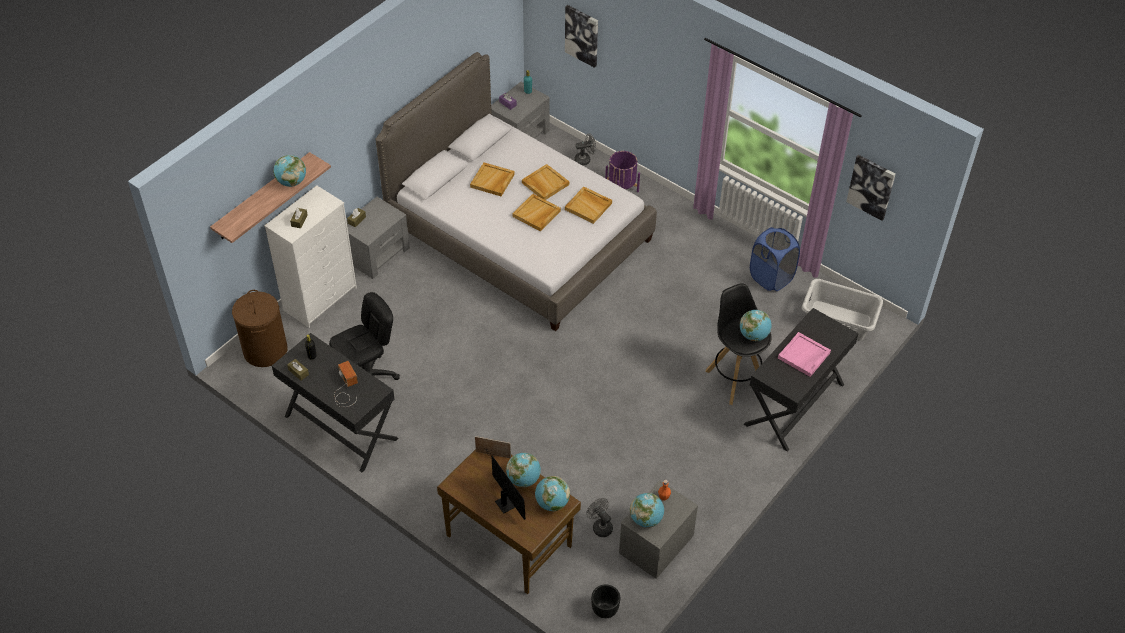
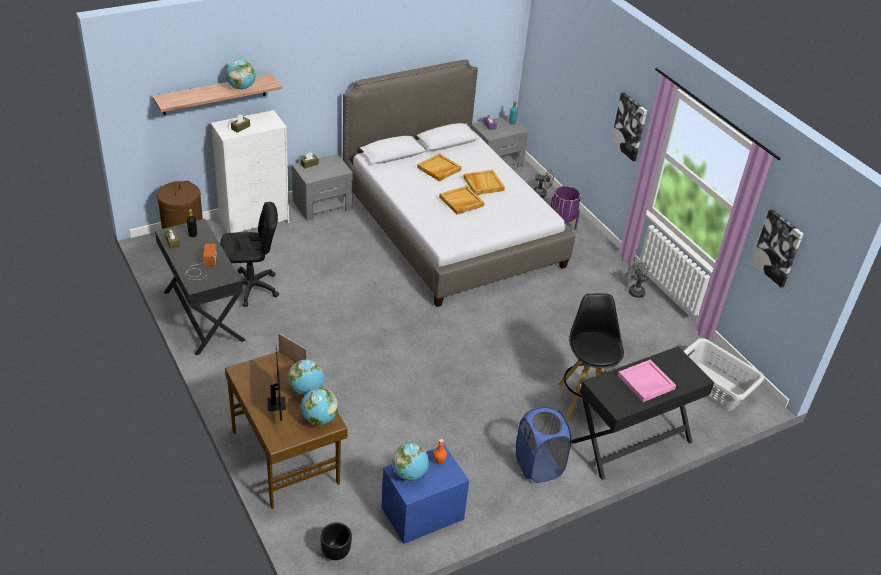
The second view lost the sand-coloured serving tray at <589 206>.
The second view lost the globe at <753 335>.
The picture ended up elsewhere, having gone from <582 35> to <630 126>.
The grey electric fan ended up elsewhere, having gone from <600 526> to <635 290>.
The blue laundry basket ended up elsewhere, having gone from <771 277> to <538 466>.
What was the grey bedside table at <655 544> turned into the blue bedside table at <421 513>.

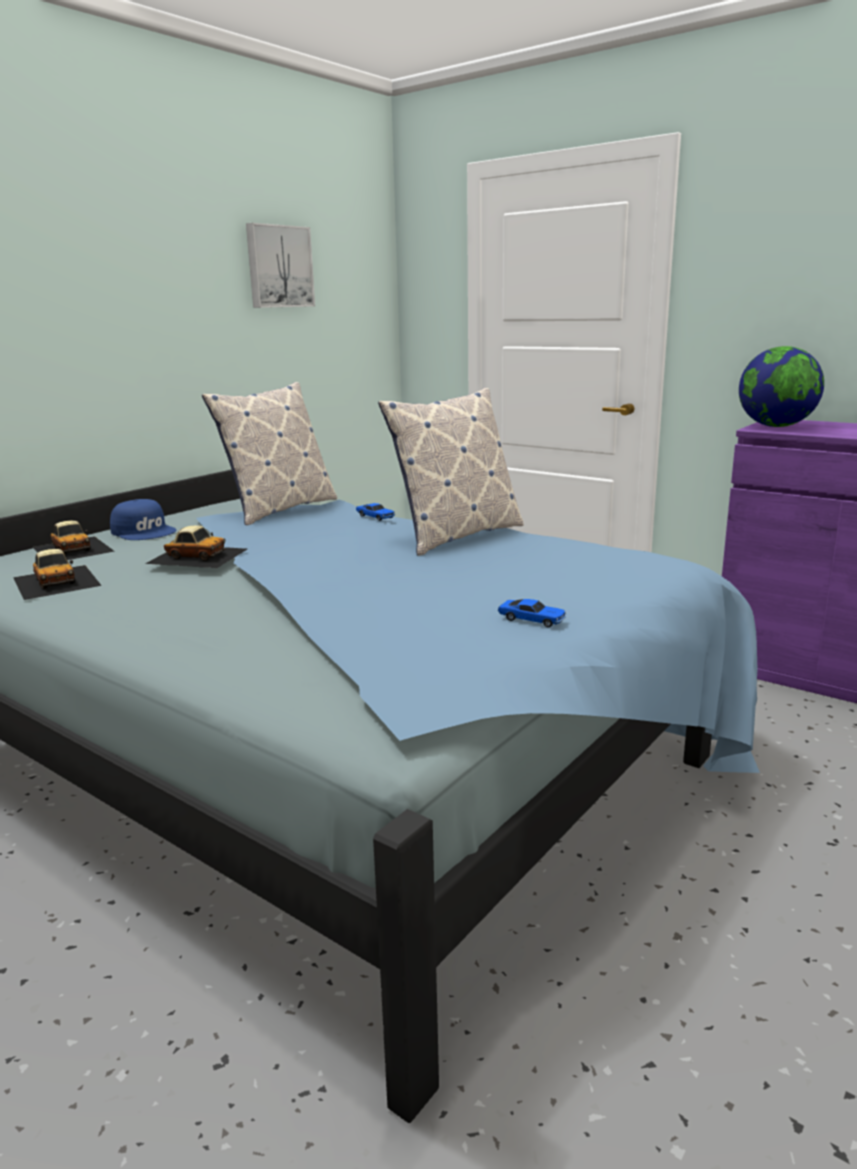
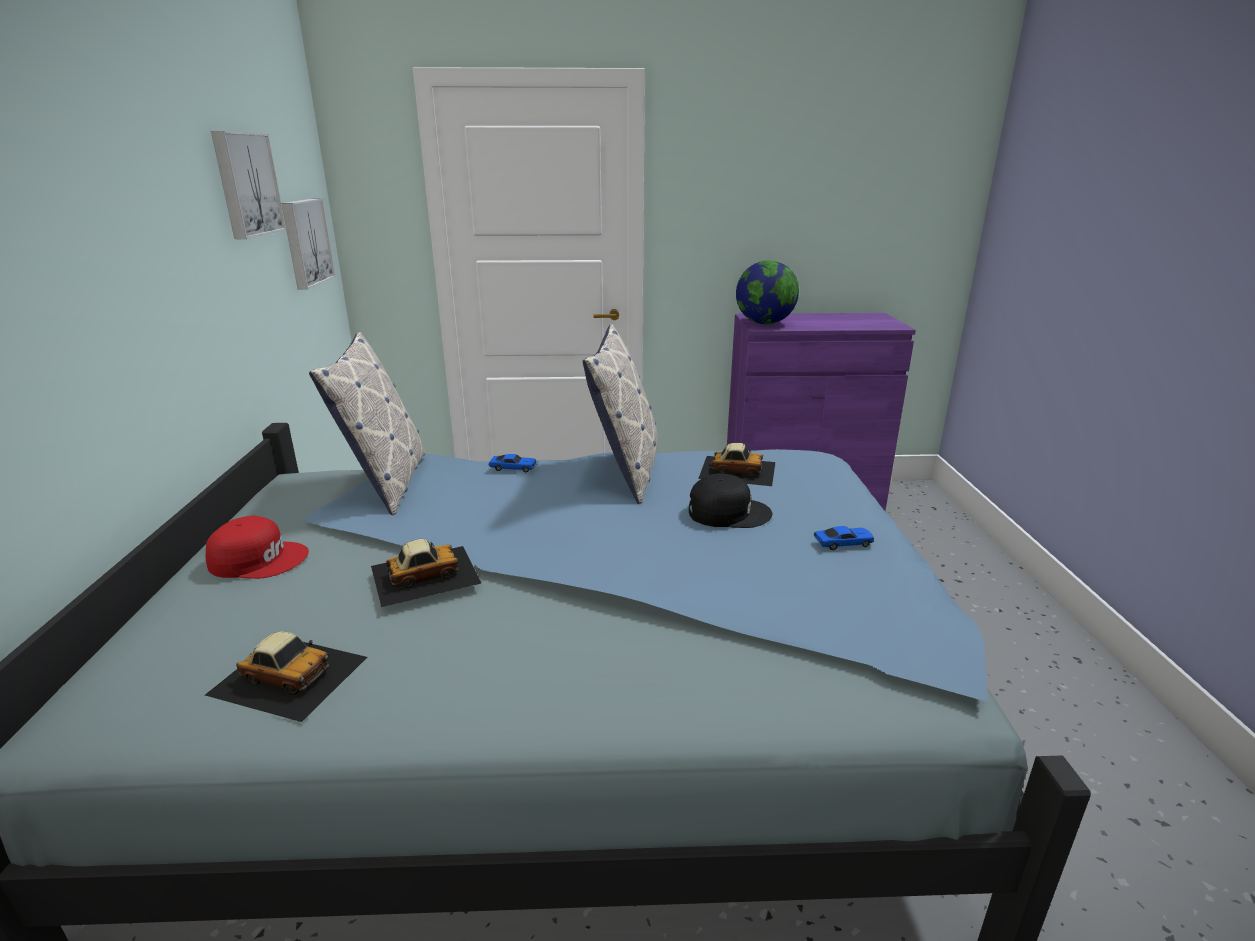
The second view gained the picture at <305 242>.
The second view gained the blackish cap at <728 512>.
The model car ended up elsewhere, having gone from <73 549> to <737 470>.
What was the blue cap at <144 531> turned into the red-coloured cap at <259 559>.

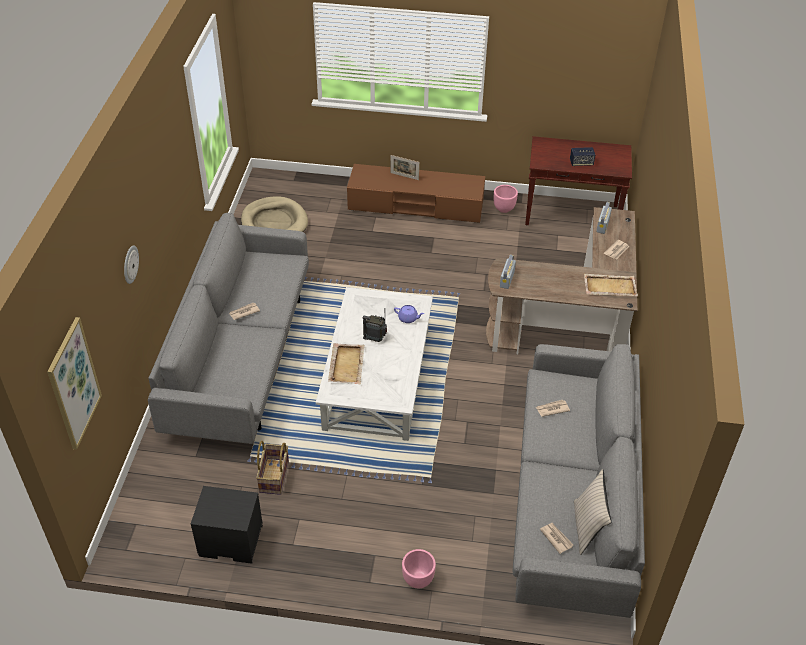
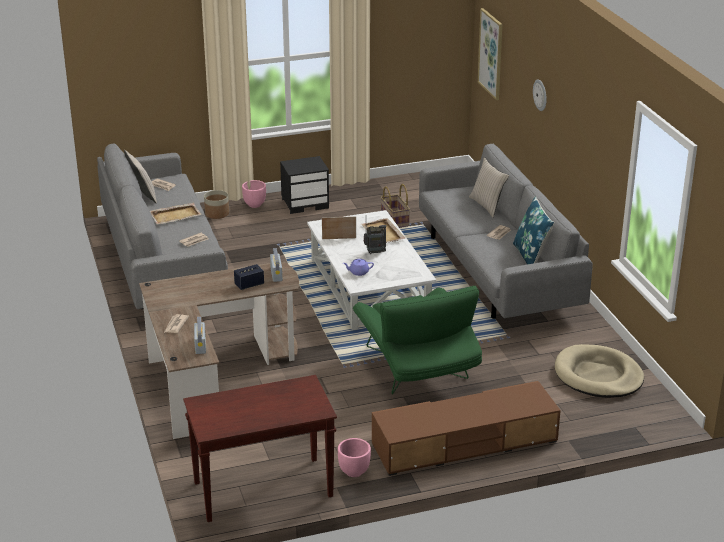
The second view gained the plant pot at <217 214>.
The second view gained the green easy chair at <417 368>.
The second view gained the sand-coloured throw pillow at <487 206>.
The second view gained the blue throw pillow at <531 256>.
The blackish bedside table ended up elsewhere, having gone from <230 542> to <305 203>.
The picture frame ended up elsewhere, having gone from <404 176> to <339 238>.
The audio speaker ended up elsewhere, having gone from <581 163> to <249 285>.
The sand-coloured serving tray ended up elsewhere, having gone from <609 286> to <176 215>.

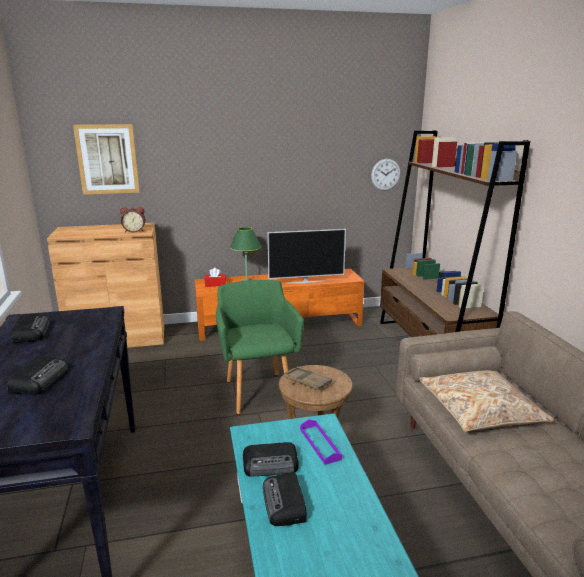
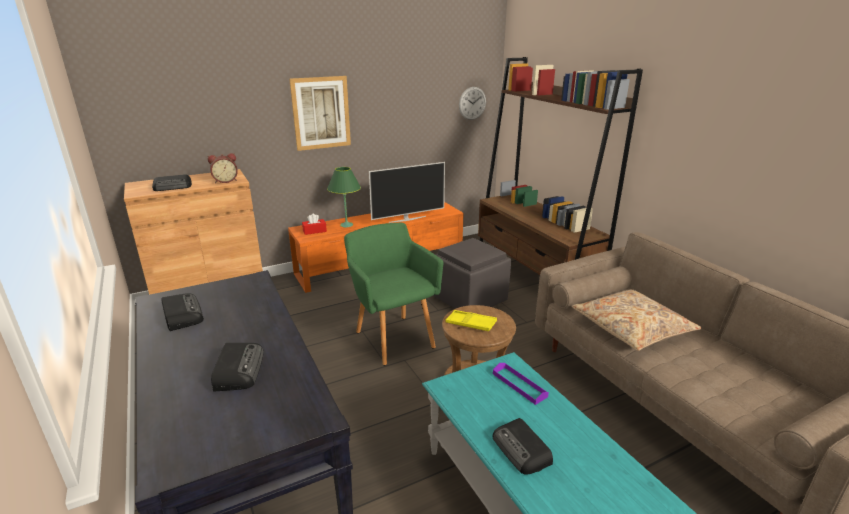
The second view gained the grey footrest at <469 299>.
The picture ended up elsewhere, having gone from <107 159> to <321 113>.
The radio receiver ended up elsewhere, having gone from <271 464> to <173 187>.
What was the brown-coloured serving tray at <307 381> turned into the yellow serving tray at <470 324>.

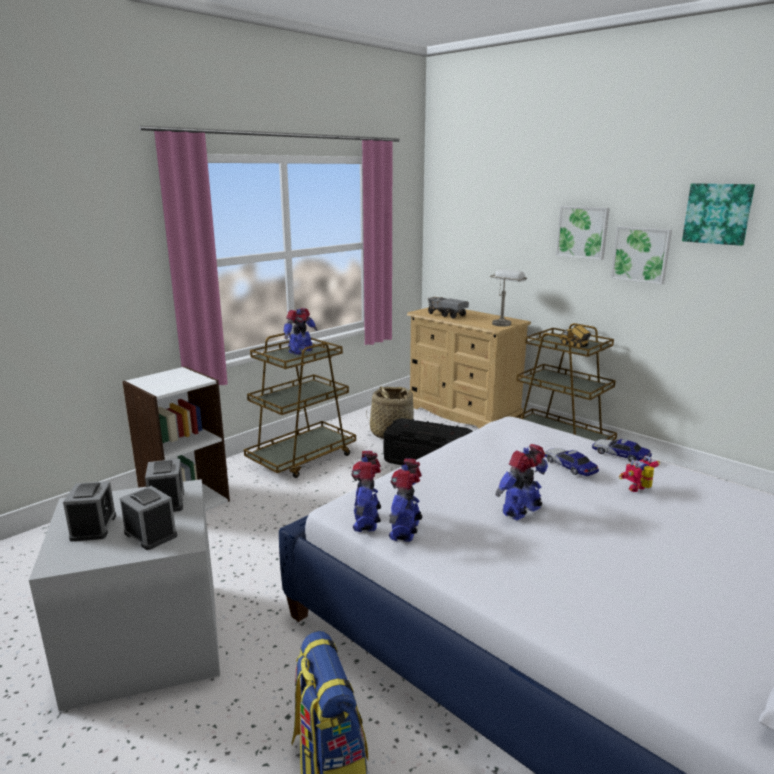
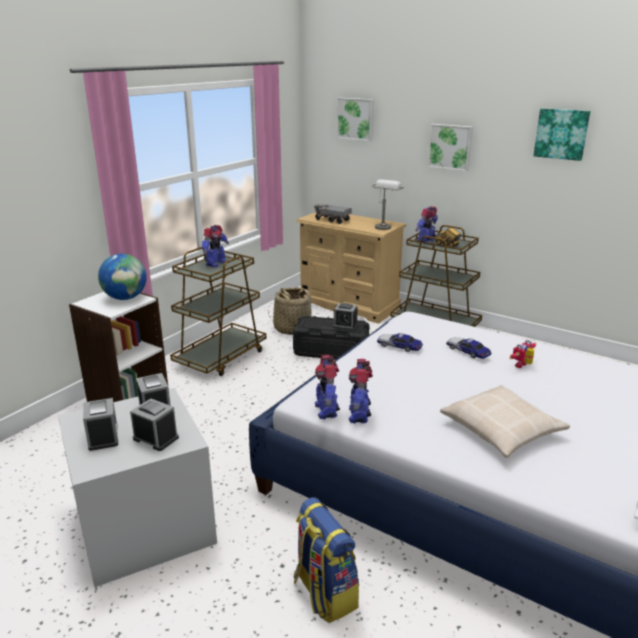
The second view gained the globe at <125 298>.
The second view gained the table clock at <345 325>.
The second view gained the sand-coloured throw pillow at <501 430>.
The toy robot ended up elsewhere, having gone from <522 511> to <426 241>.
The model car ended up elsewhere, having gone from <620 455> to <399 346>.
The picture ended up elsewhere, having gone from <641 254> to <356 119>.

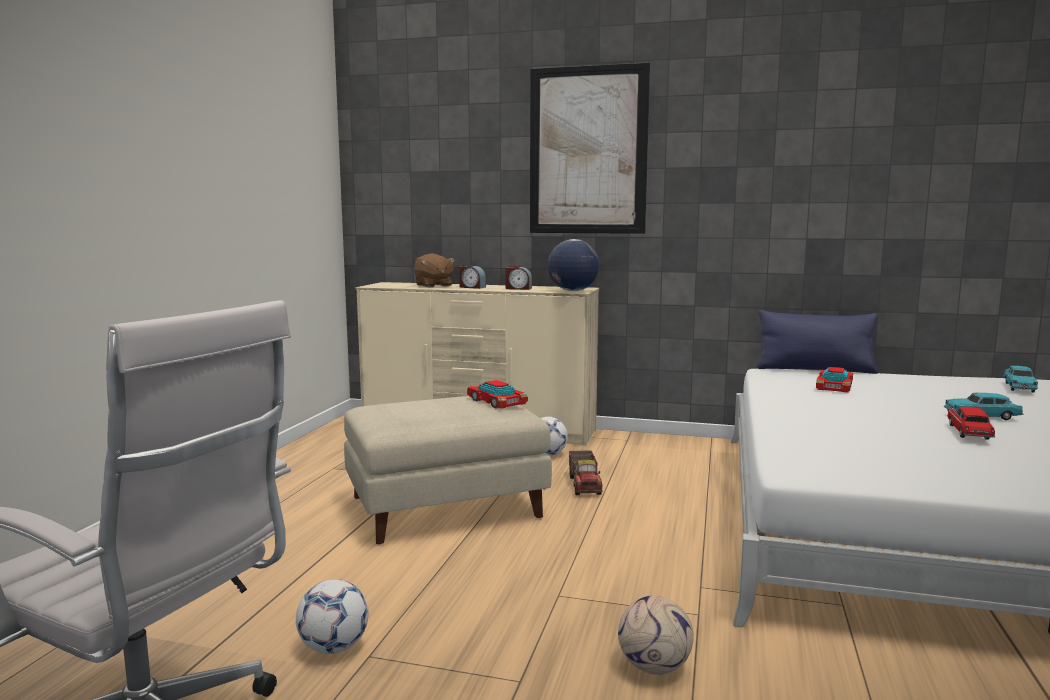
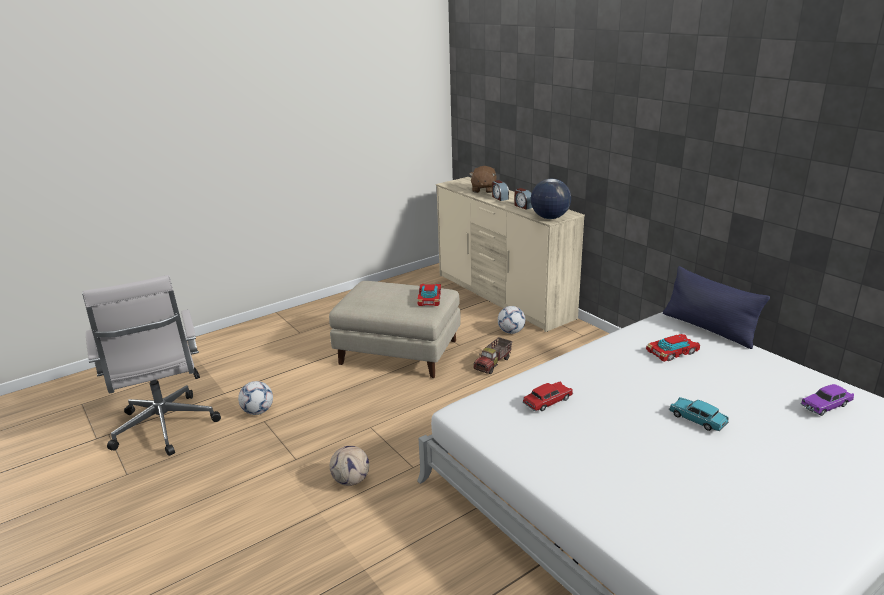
The second view lost the picture at <588 151>.
The red-coloured model car ended up elsewhere, having gone from <969 433> to <547 402>.
What was the turquoise model car at <1019 387> turned into the purple model car at <825 406>.

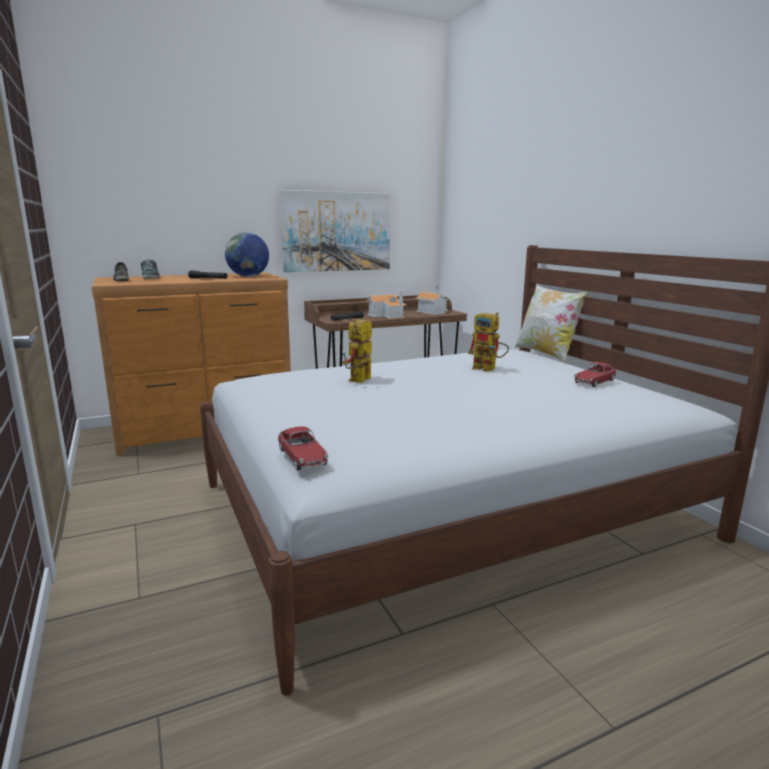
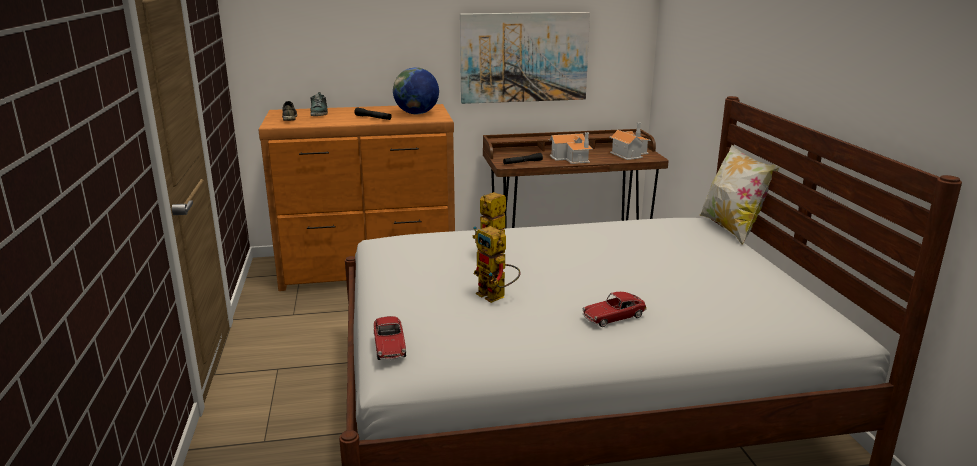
The toy robot ended up elsewhere, having gone from <489 369> to <496 297>.
The model car ended up elsewhere, having gone from <594 382> to <613 317>.

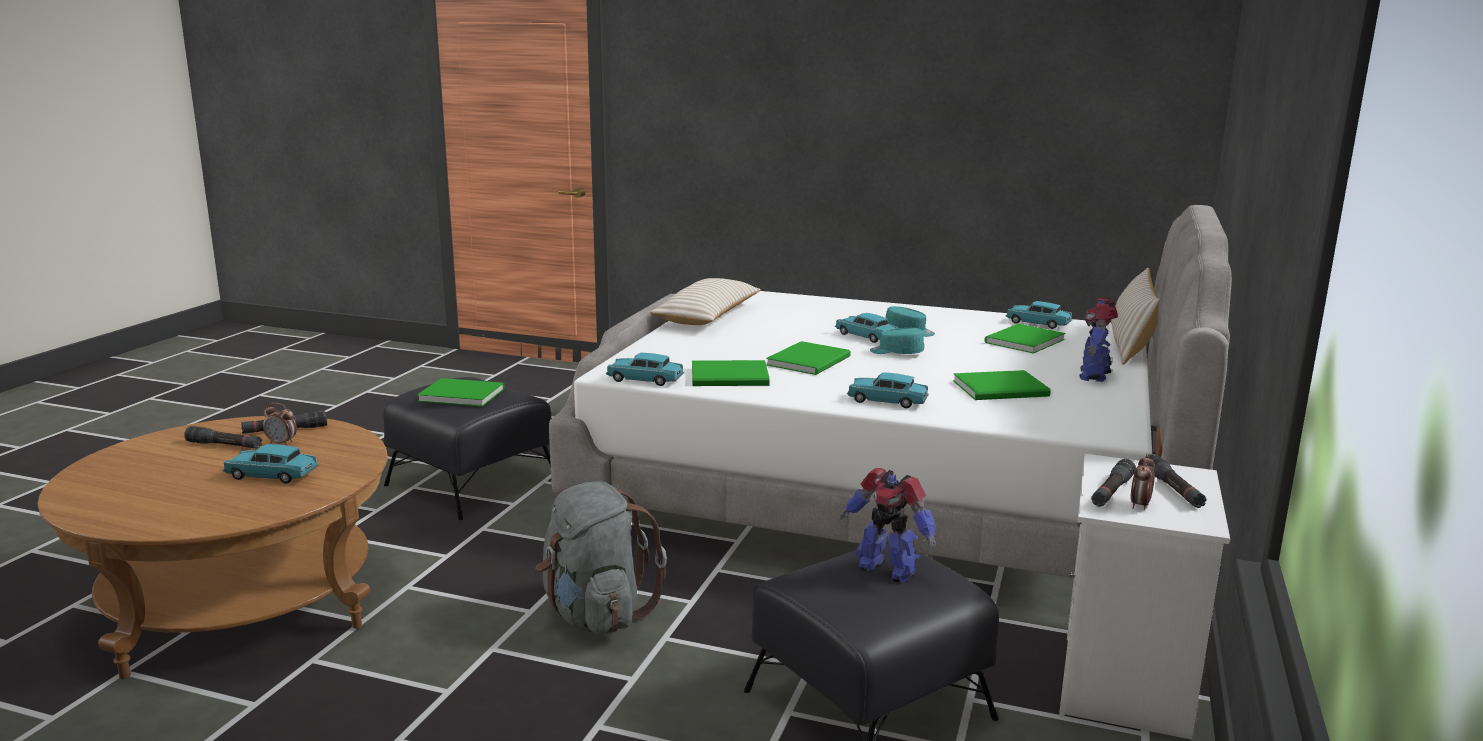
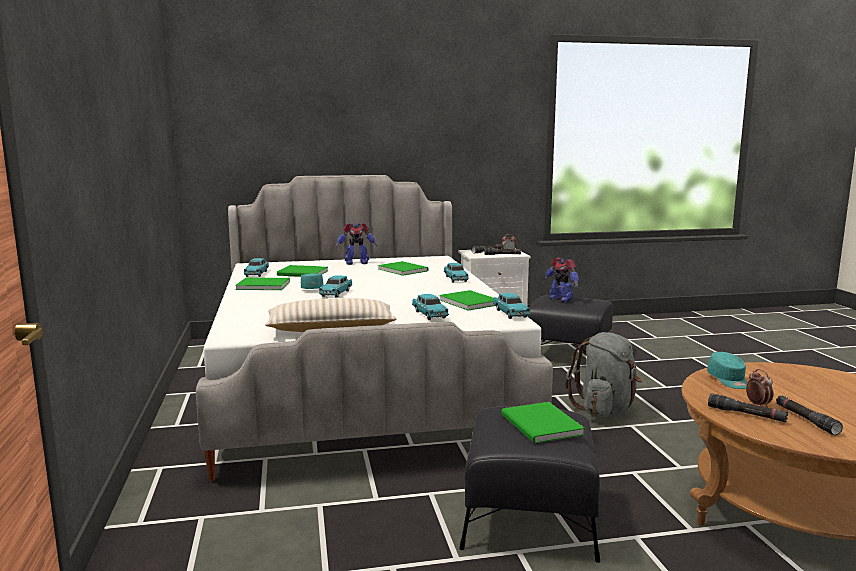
The second view lost the sand-coloured throw pillow at <1130 345>.
The turquoise model car ended up elsewhere, having gone from <272 476> to <429 314>.
The green volume ended up elsewhere, having gone from <811 360> to <262 285>.
The turquoise cap ended up elsewhere, having gone from <896 353> to <728 380>.
The toy robot at <886 569> ended up facing another way, 135 degrees clockwise from before.

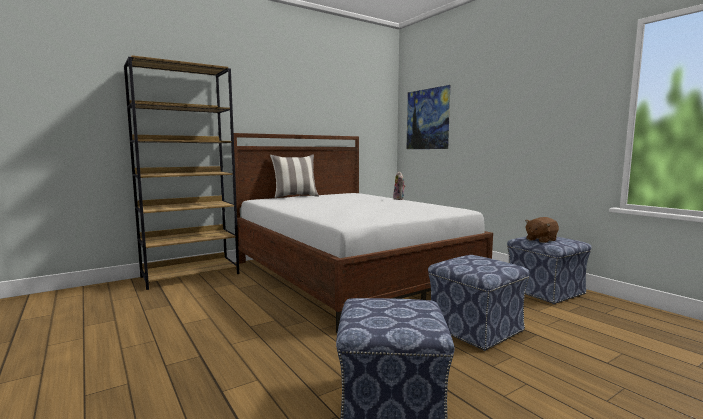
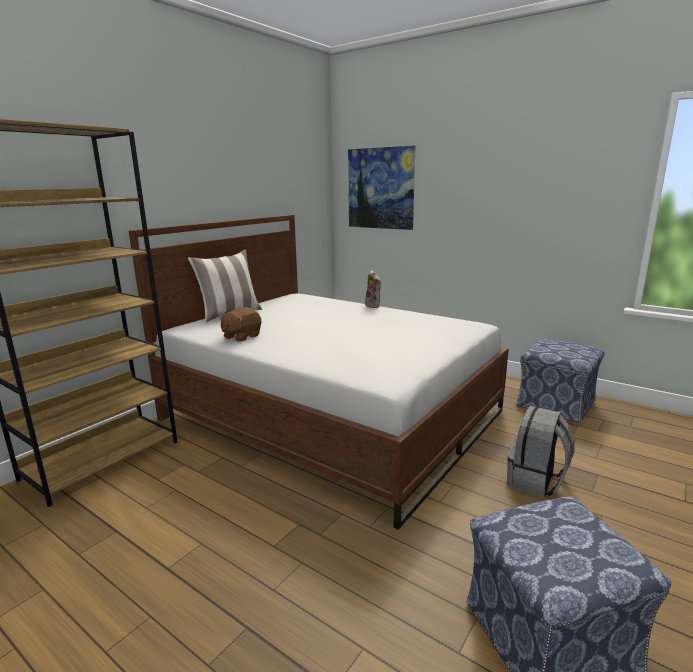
The brown-coloured cuddly toy ended up elsewhere, having gone from <540 240> to <241 336>.
Where the footrest stood at <474 329>, the grey backpack came to stand at <536 481>.

